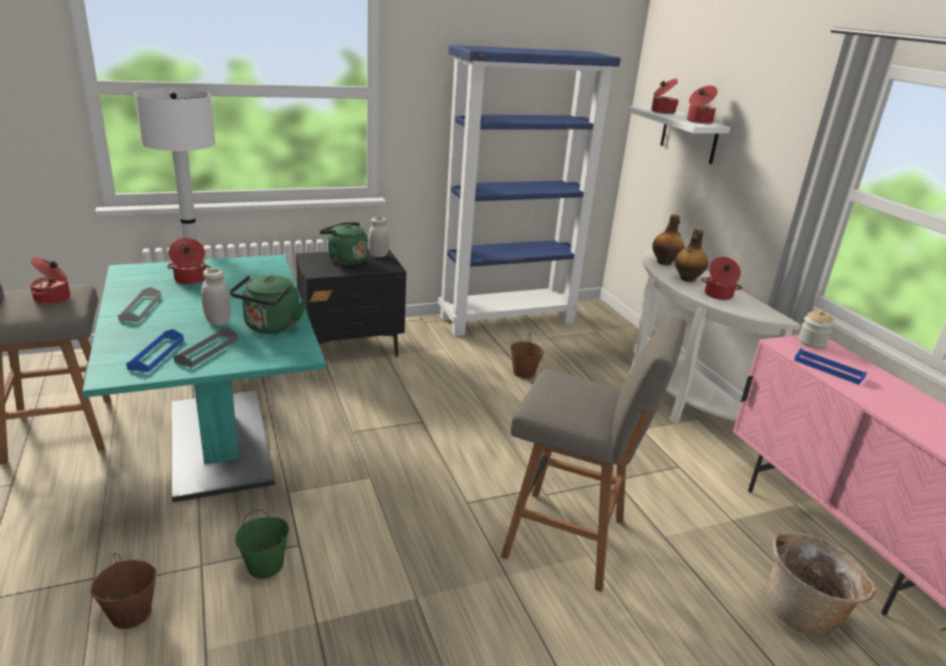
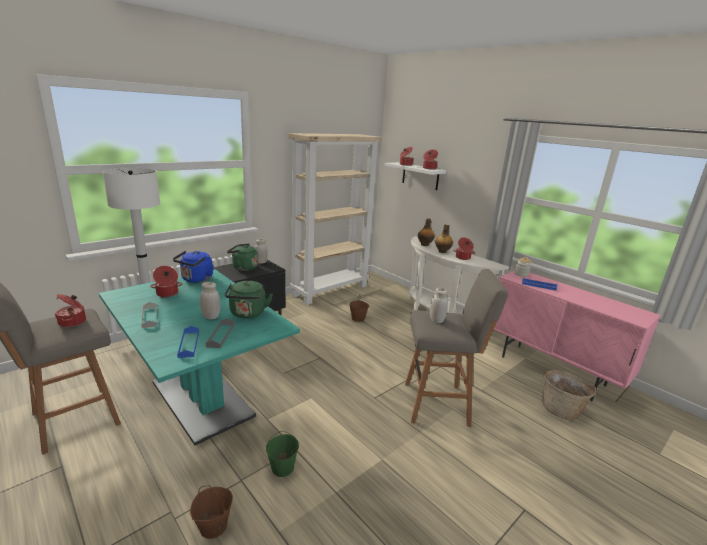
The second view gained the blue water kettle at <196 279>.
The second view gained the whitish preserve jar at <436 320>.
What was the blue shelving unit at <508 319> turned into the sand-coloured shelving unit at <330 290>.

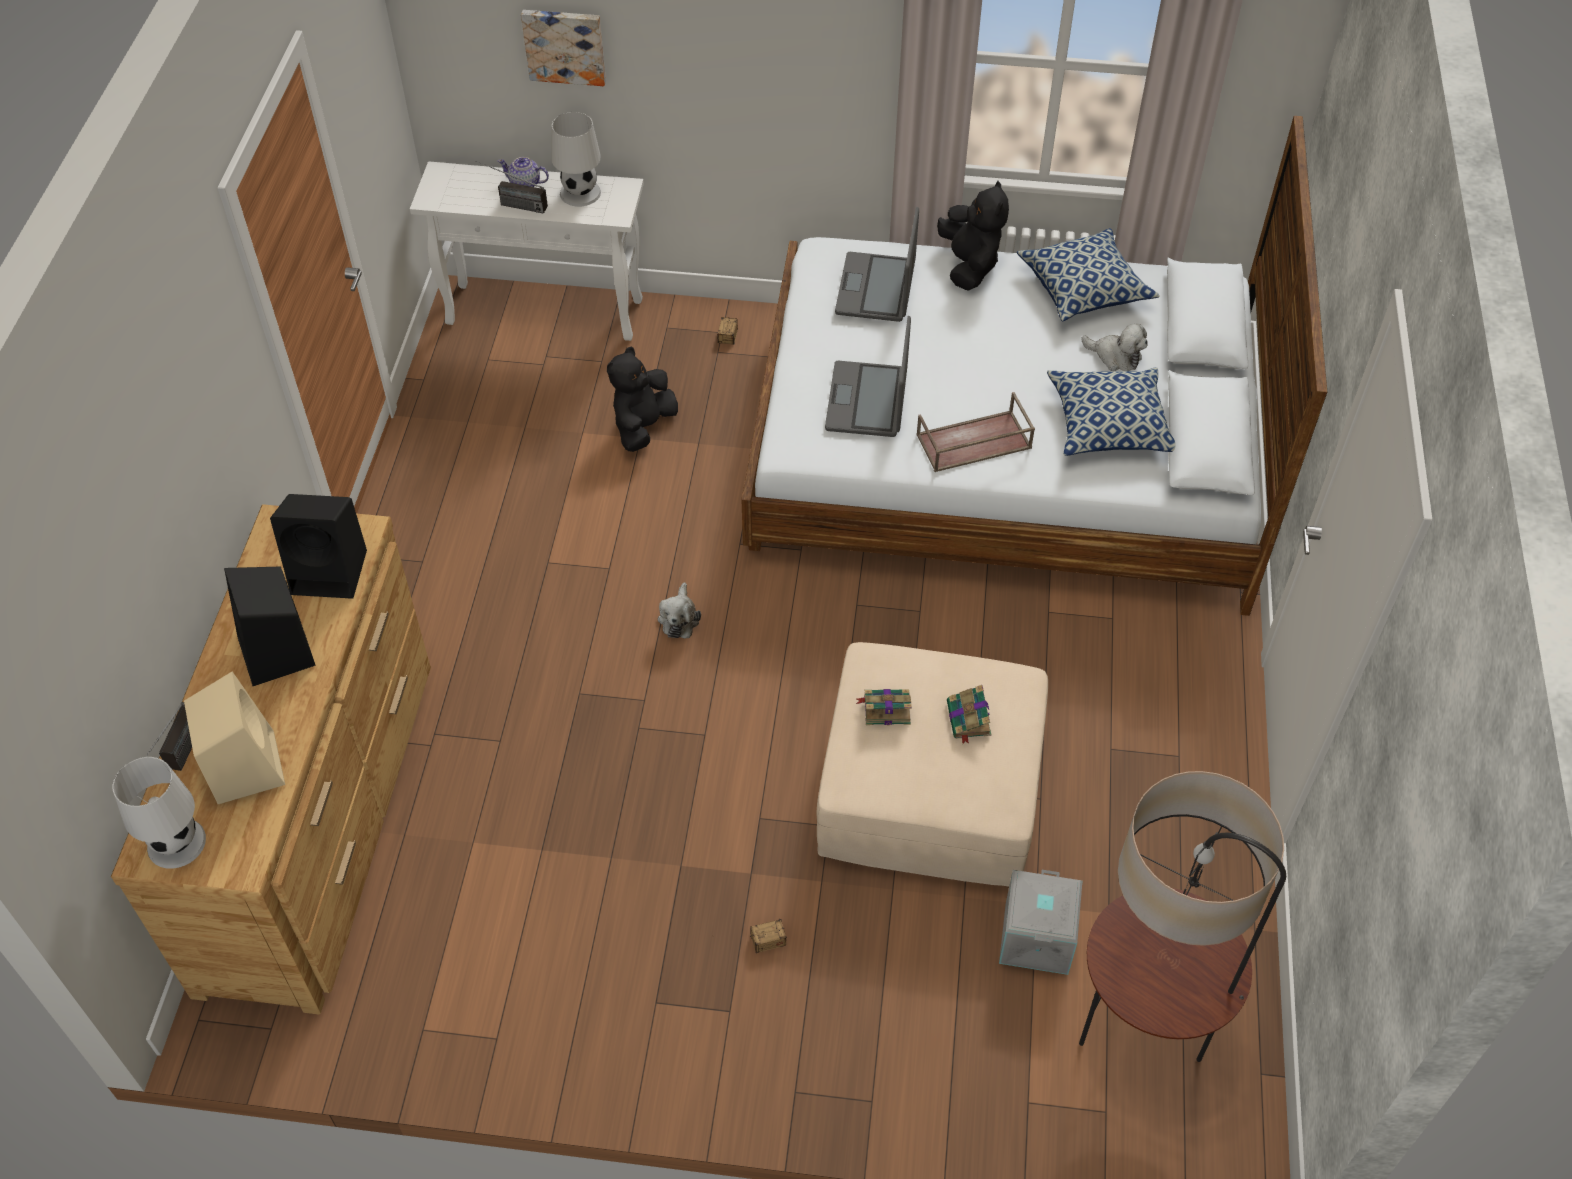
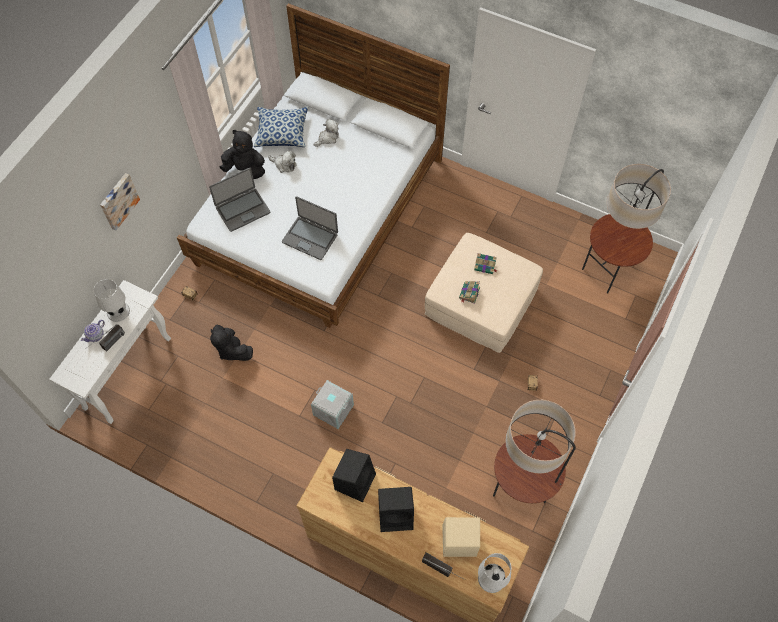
The second view lost the brown-coloured serving tray at <973 442>.
The second view lost the throw pillow at <1108 425>.
The second view gained the floor lamp at <520 489>.
The picture ended up elsewhere, having gone from <565 45> to <118 201>.
The cuddly toy ended up elsewhere, having gone from <679 618> to <284 165>.
The grey storage container ended up elsewhere, having gone from <1034 937> to <332 410>.
The laptop at <876 288> ended up facing another way, 60 degrees counterclockwise from before.

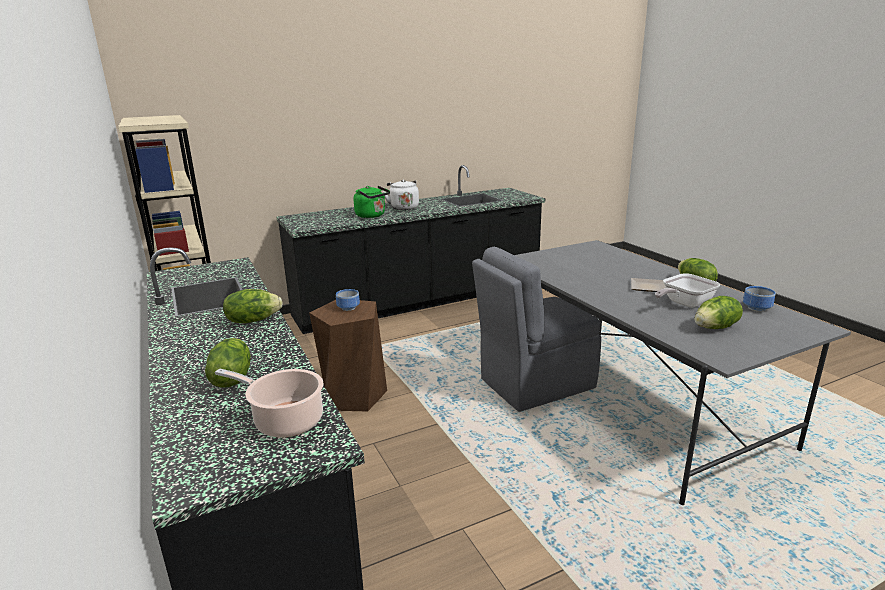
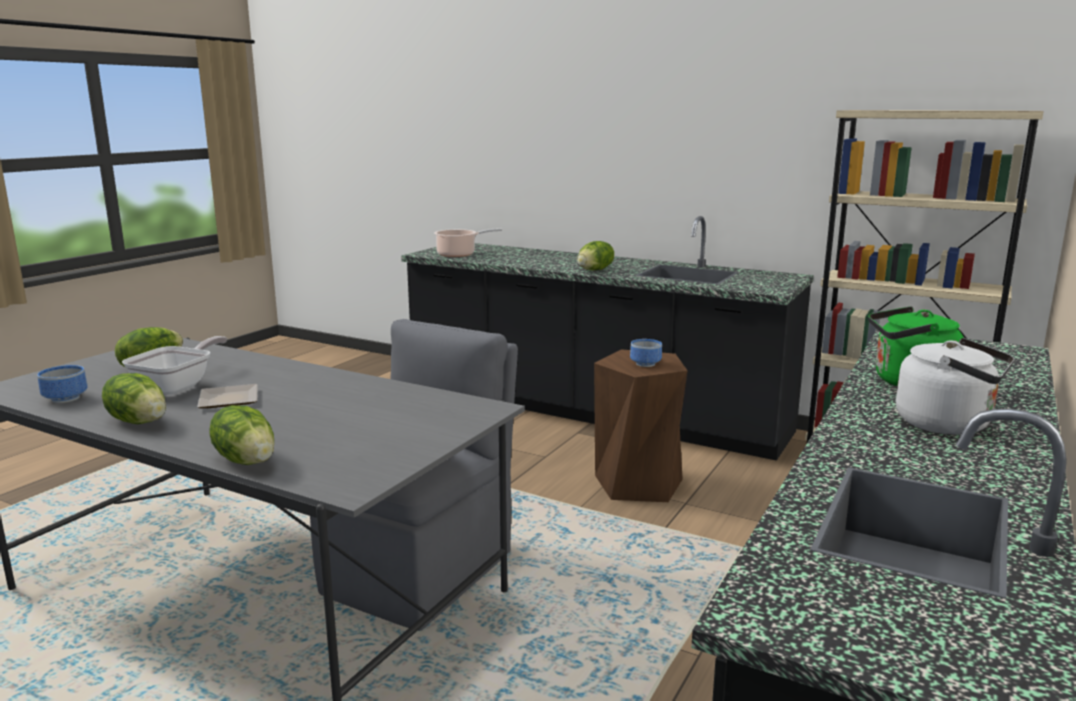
The lettuce head ended up elsewhere, having gone from <231 378> to <247 460>.

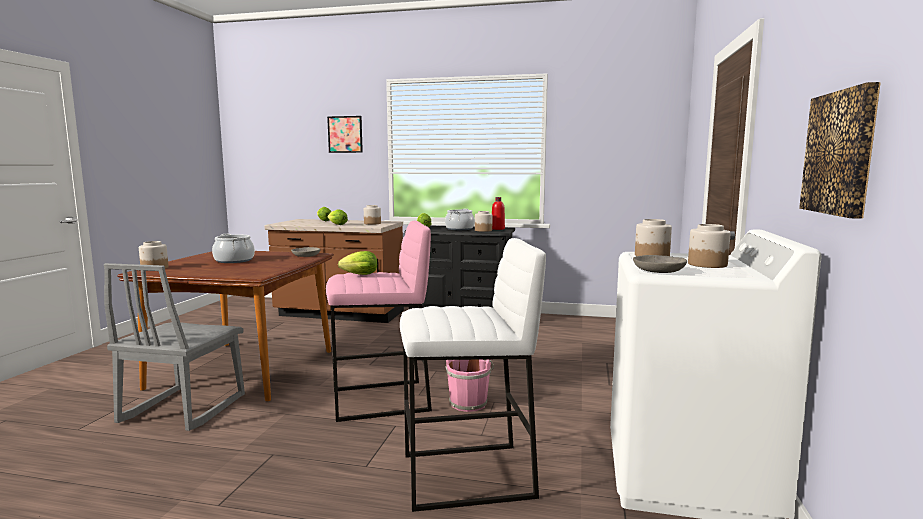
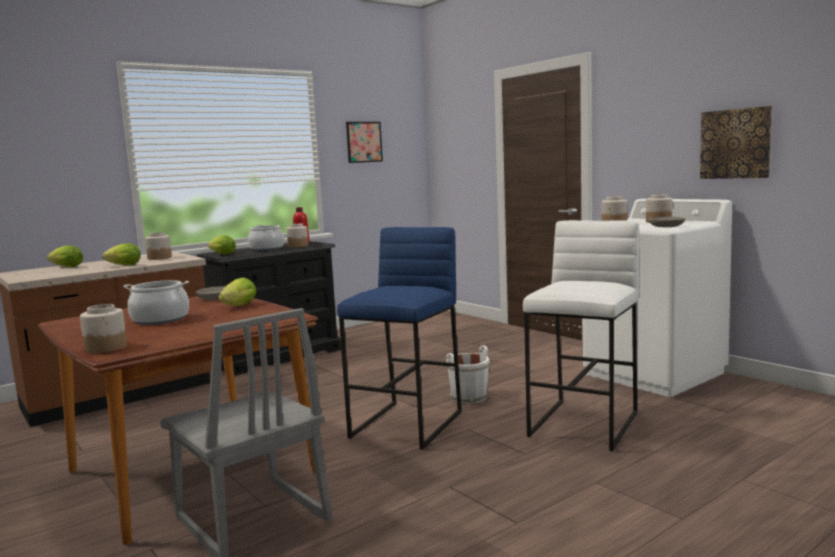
The picture ended up elsewhere, having gone from <345 134> to <364 142>.
The lettuce head ended up elsewhere, having gone from <358 275> to <237 306>.
What was the pinkish sitting stool at <380 401> turned into the blue sitting stool at <408 424>.
What was the pinkish bucket at <468 402> turned into the whitish bucket at <467 397>.

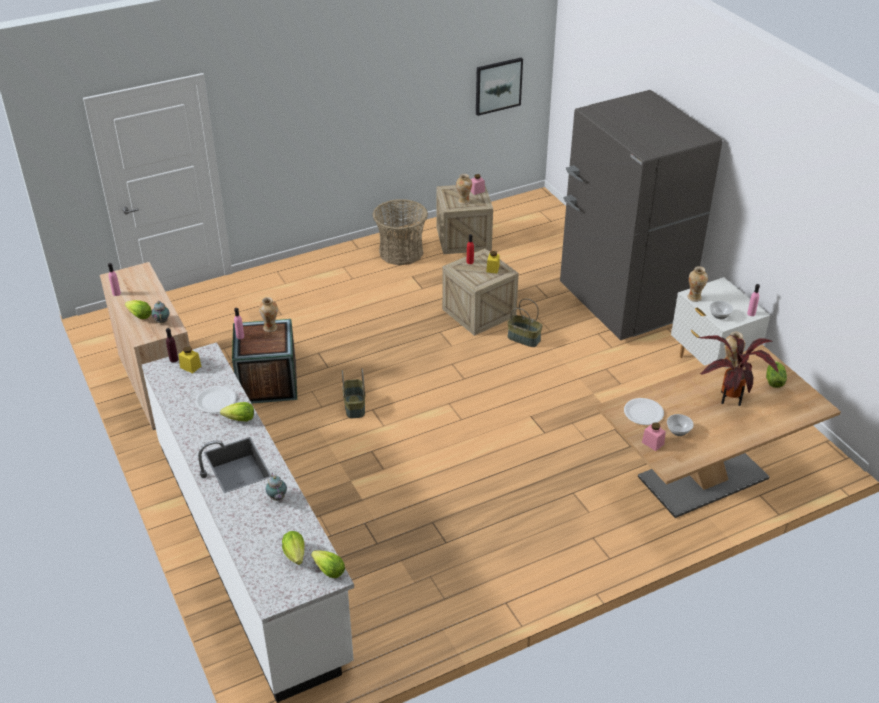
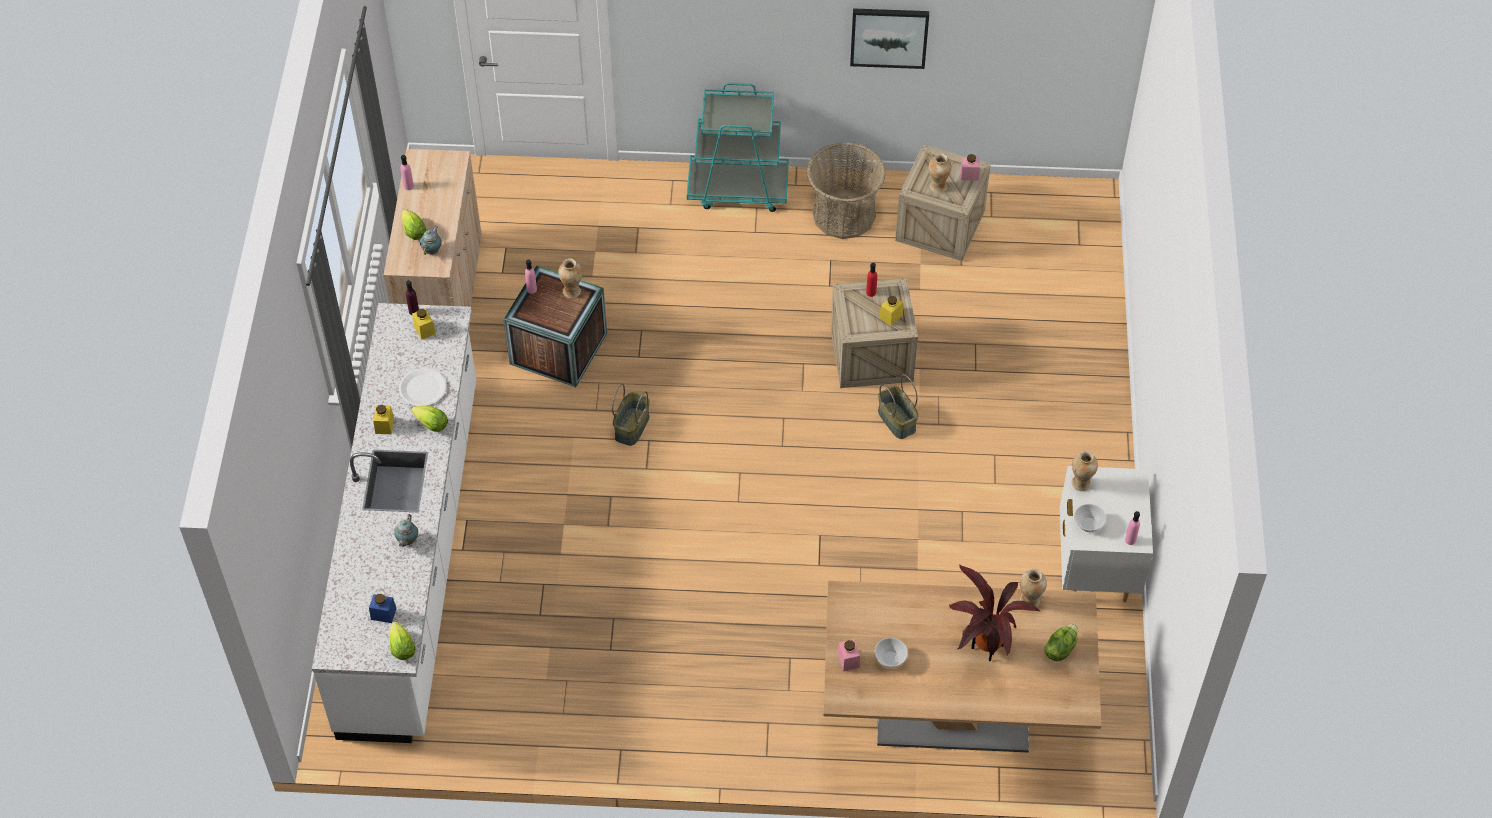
The second view lost the grey fridge at <622 303>.
The second view lost the whitish flat dish at <643 412>.
The second view gained the yellow preserve jar at <384 425>.
The second view gained the turquoise trolley at <738 189>.
The picture ended up elsewhere, having gone from <498 85> to <889 36>.
Where the lettuce head stood at <295 554>, the blue preserve jar came to stand at <383 614>.

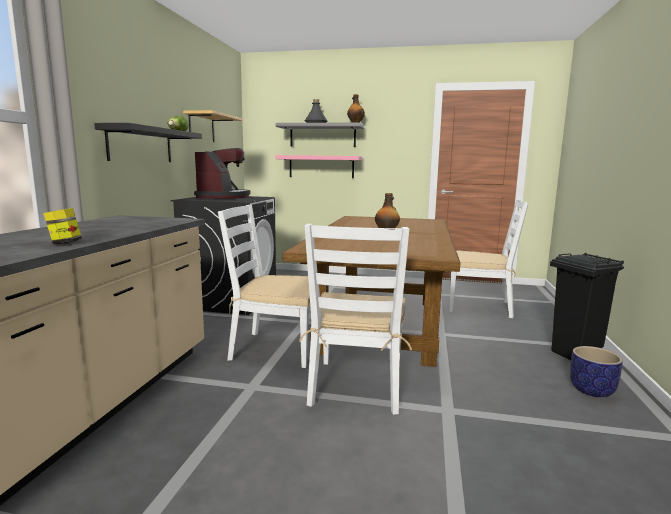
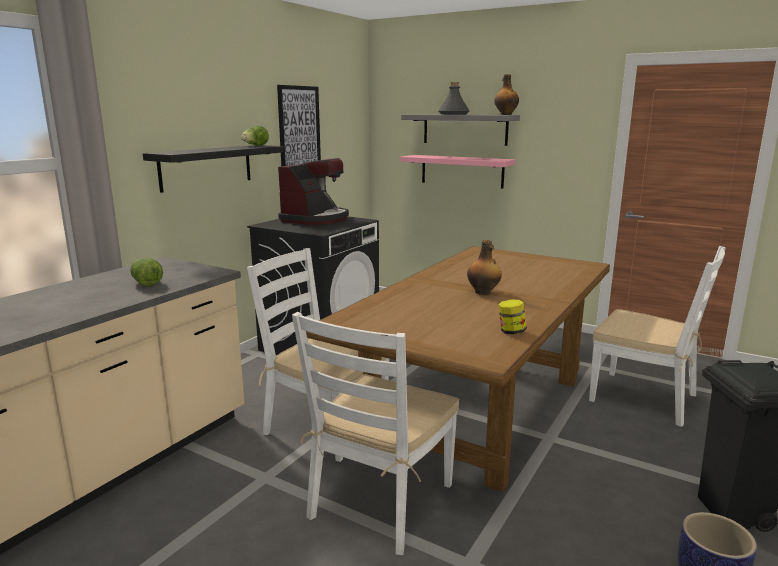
The second view gained the lettuce head at <146 282>.
The preserve jar ended up elsewhere, having gone from <65 243> to <511 332>.
Where the shelf hung at <201 127>, the picture came to hang at <299 130>.

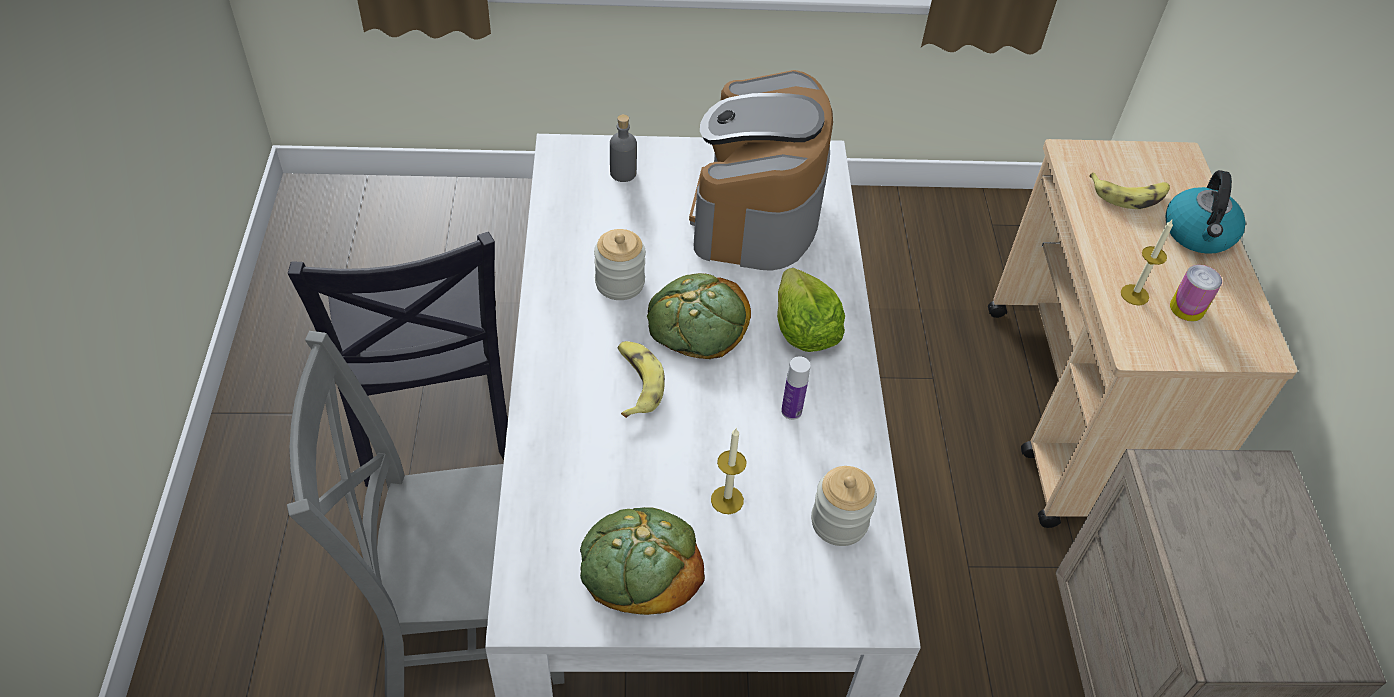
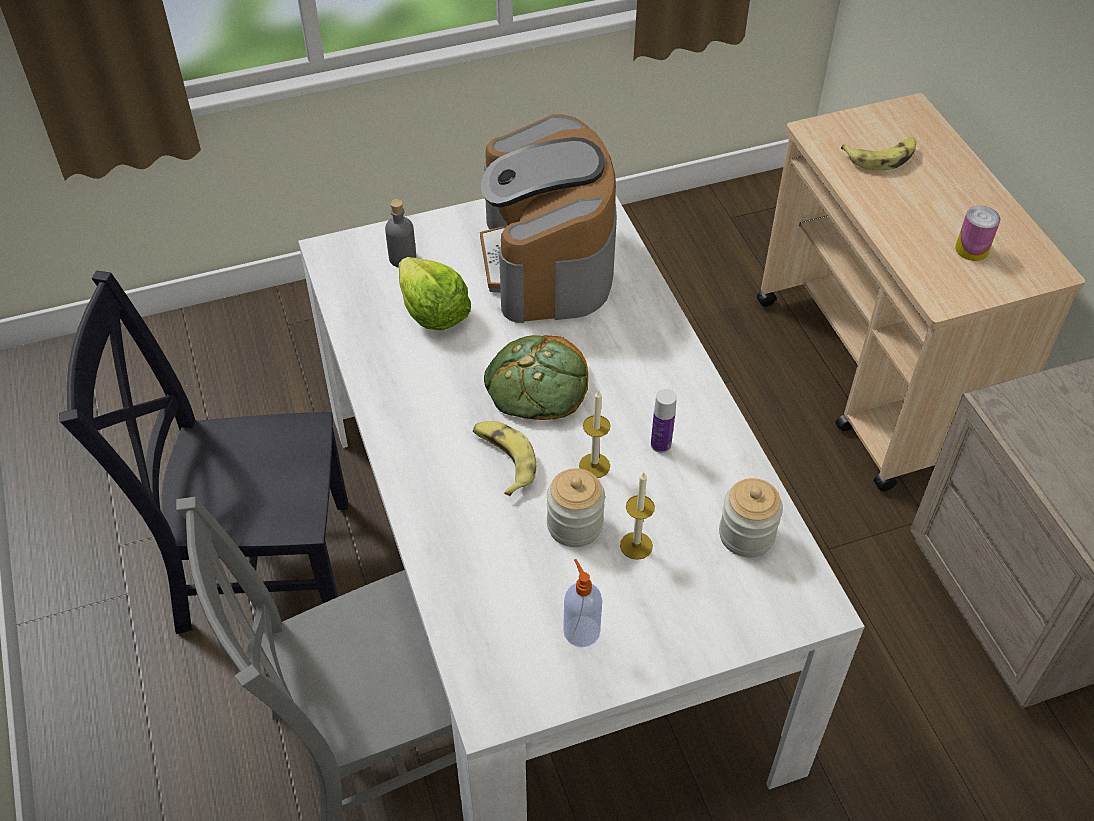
The second view lost the water kettle at <1198 234>.
The preserve jar ended up elsewhere, having gone from <620 283> to <574 525>.
The lettuce head ended up elsewhere, having gone from <804 329> to <433 311>.
The candle ended up elsewhere, having gone from <1134 295> to <594 465>.
Where the bread stood at <640 564>, the soap bottle came to stand at <581 630>.
The blackish plain chair at <430 420> ended up facing another way, 120 degrees clockwise from before.

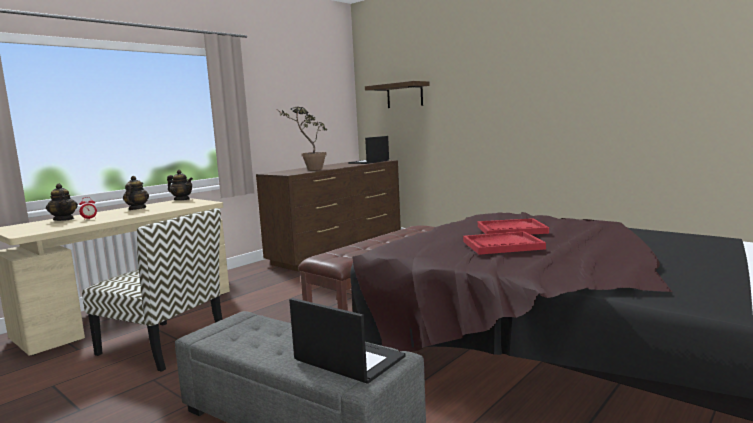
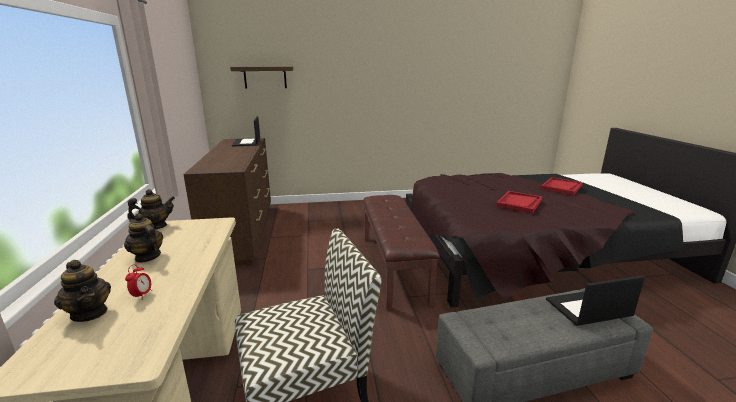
The second view lost the plant in a pot at <309 169>.
The red-coloured serving tray ended up elsewhere, having gone from <511 230> to <561 187>.
The teapot at <64 219> ended up facing another way, 45 degrees clockwise from before.

